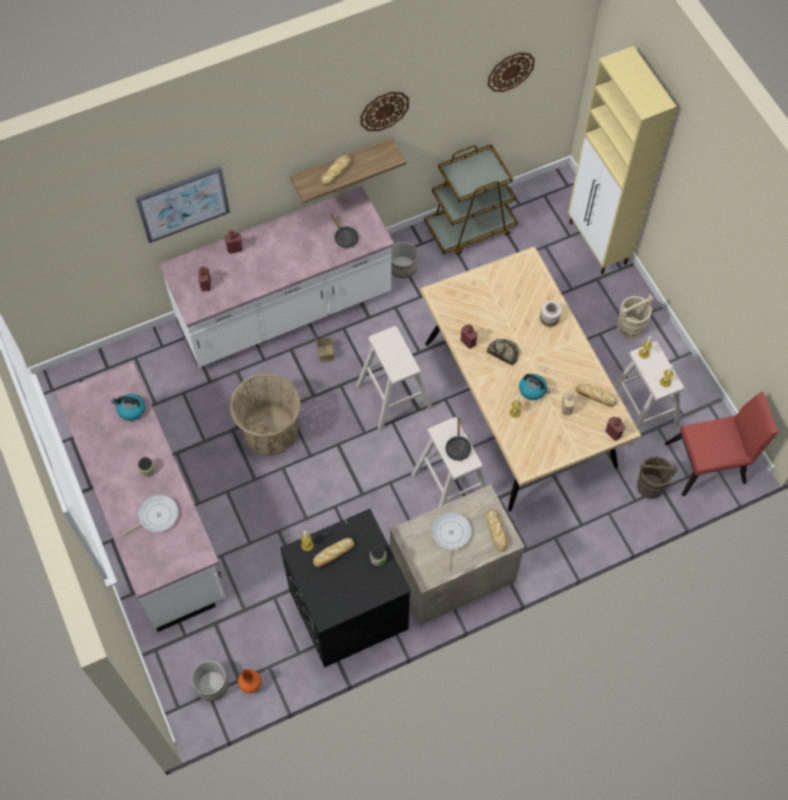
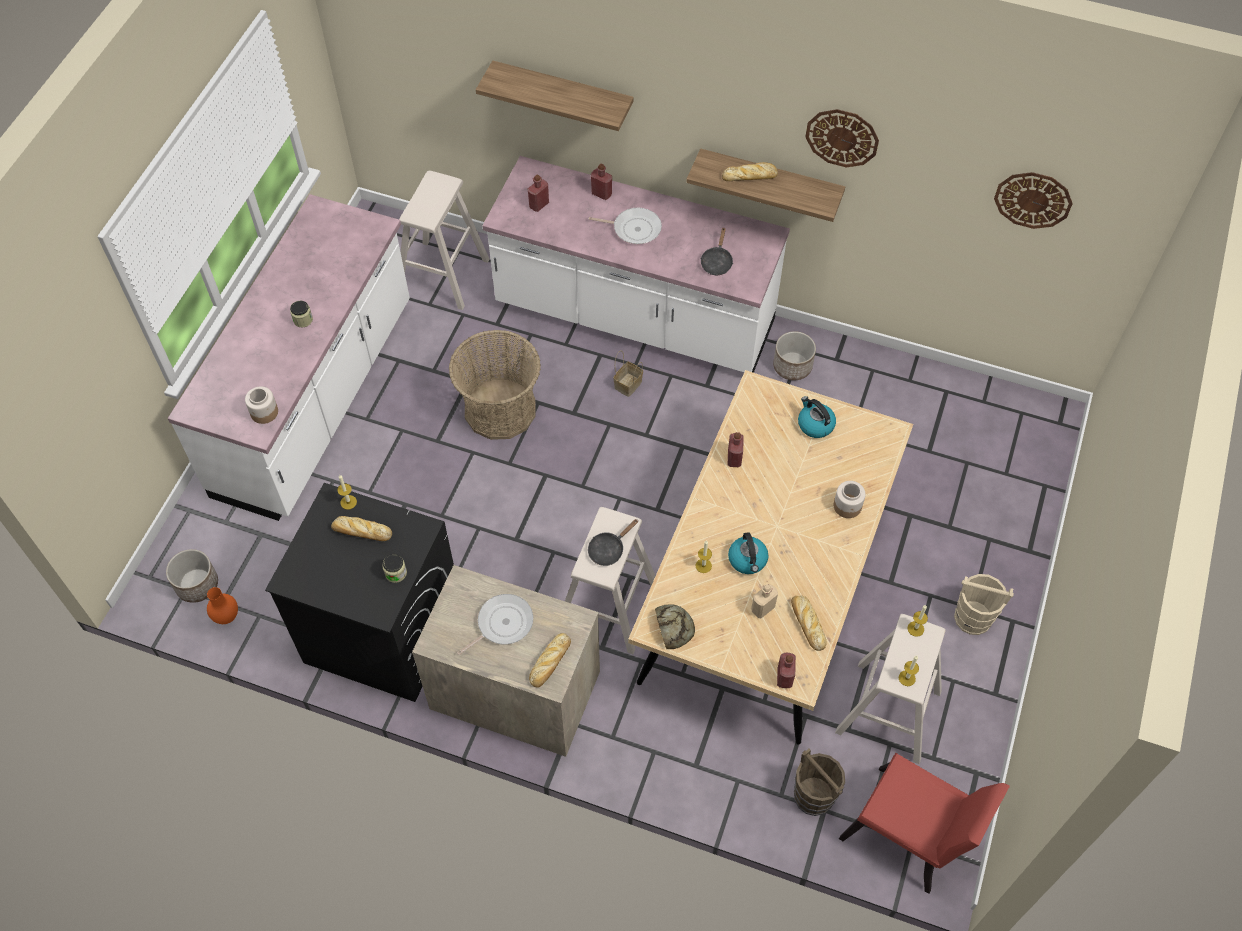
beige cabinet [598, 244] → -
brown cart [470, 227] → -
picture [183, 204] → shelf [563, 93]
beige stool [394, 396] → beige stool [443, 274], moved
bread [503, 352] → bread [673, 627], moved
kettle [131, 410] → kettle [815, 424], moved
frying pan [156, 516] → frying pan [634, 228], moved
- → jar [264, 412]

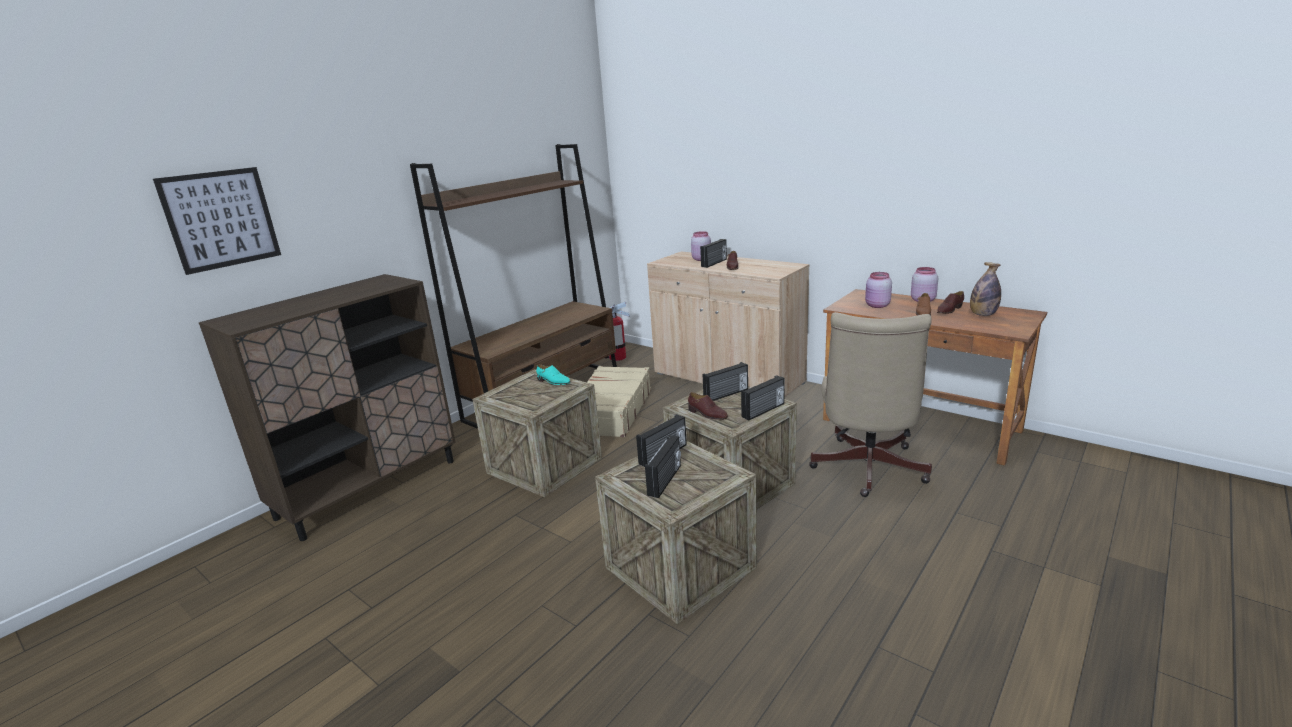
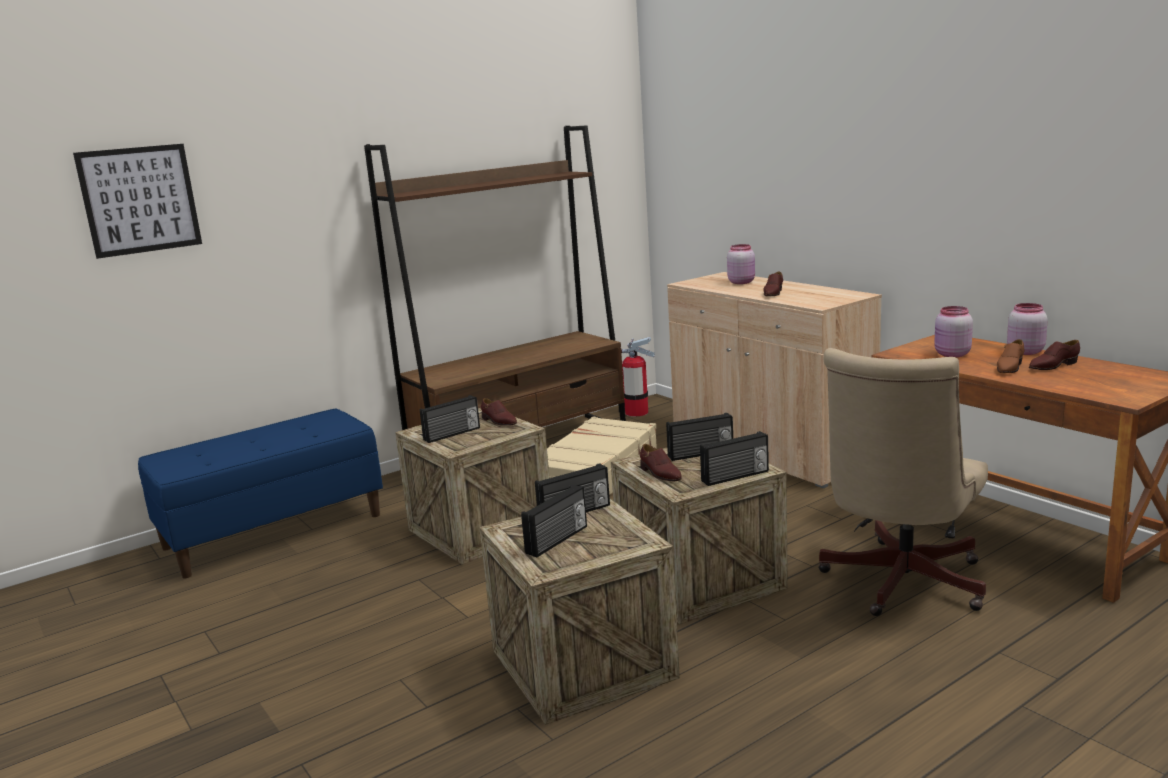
radio [714, 263] → radio [452, 434], moved
bottle [982, 314] → -
brown cabinet [369, 488] → blue bench [274, 531]
turquoise shoe [553, 381] → brown shoe [498, 421]

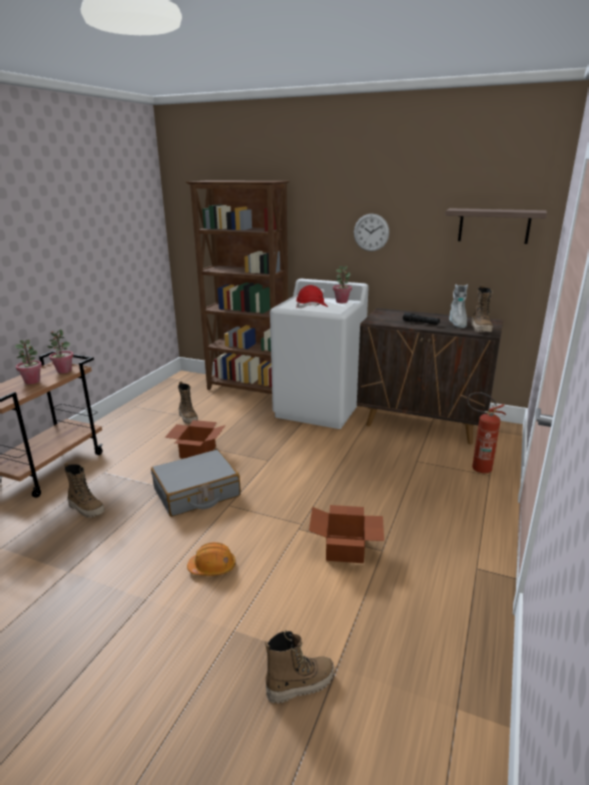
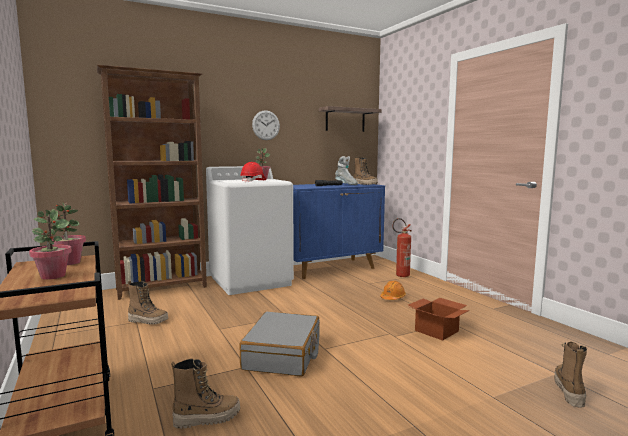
brown cabinet [422, 423] → blue cabinet [331, 268]
cardboard box [197, 451] → -
orange hard hat [212, 567] → orange hard hat [392, 298], moved

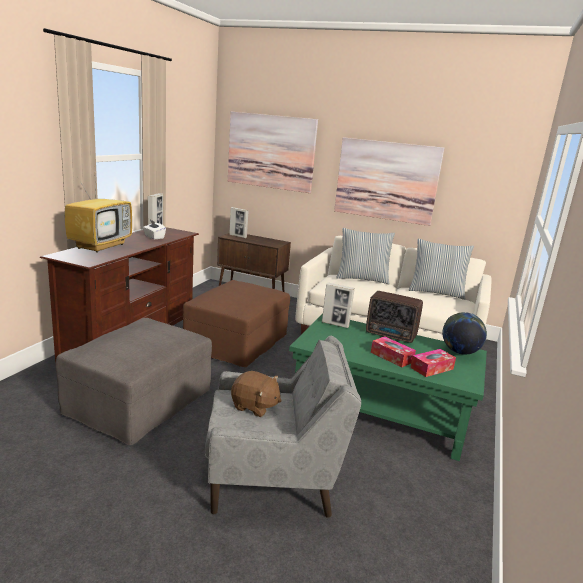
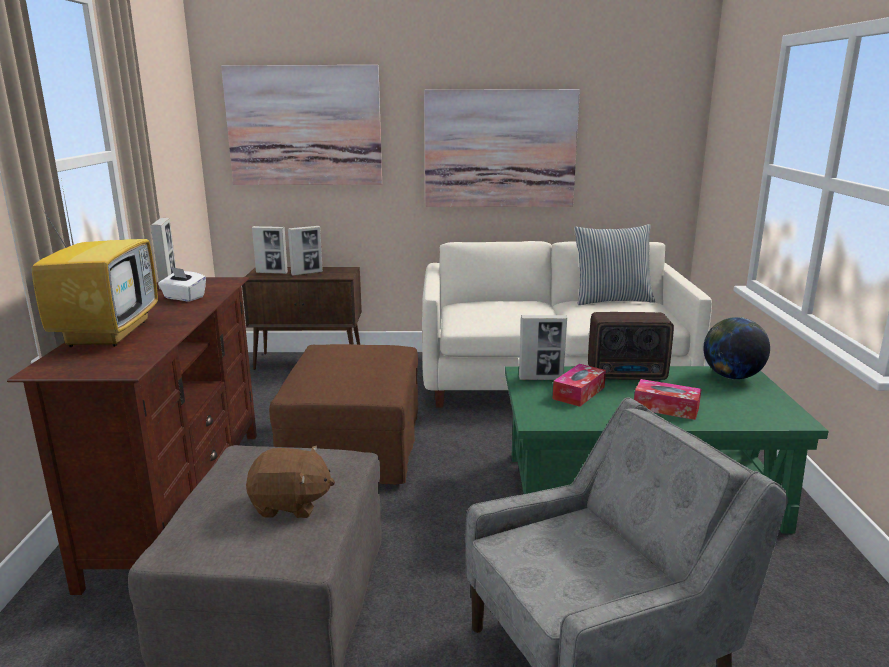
pillow [362, 279] → -
tissue box [431, 368] → tissue box [579, 393], moved
brown plush toy [254, 406] → brown plush toy [290, 504], moved
- → picture frame [307, 273]

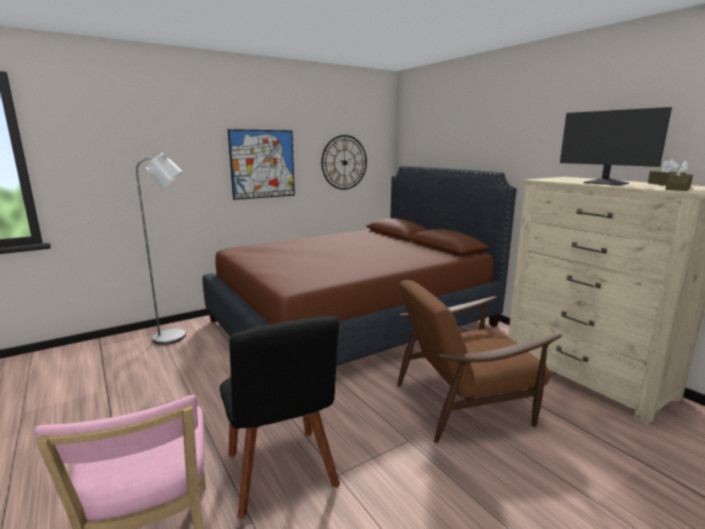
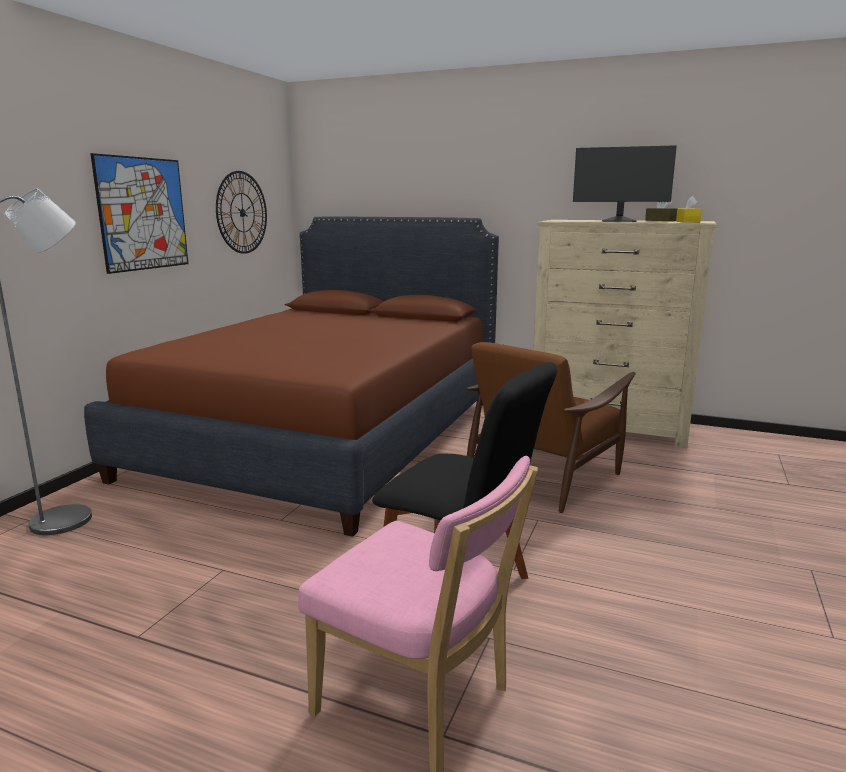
brown tissue box [677, 189] → yellow tissue box [687, 222]

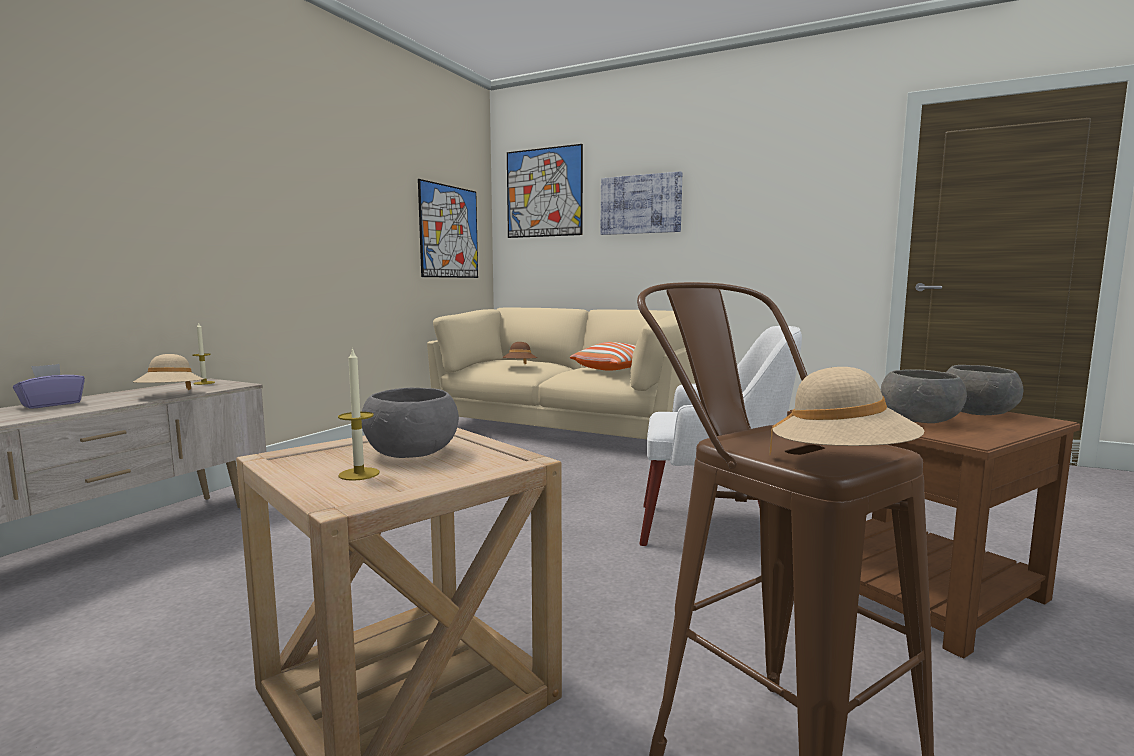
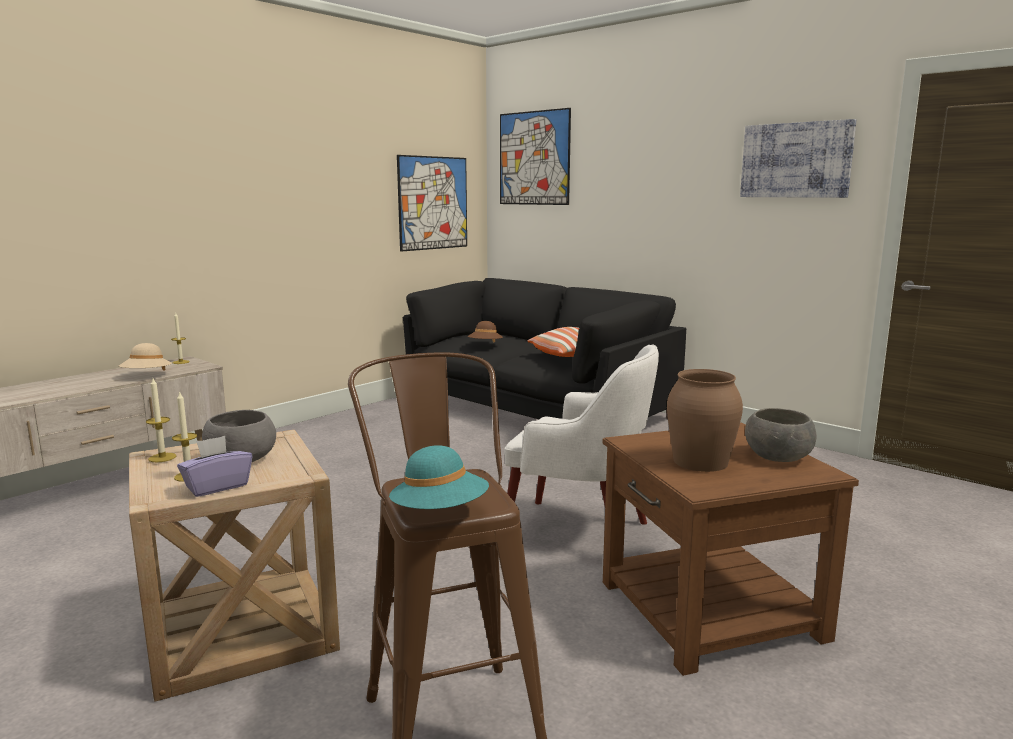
picture [640, 204] → picture [796, 160], moved
beige sofa [569, 428] → black sofa [537, 409]
purple tissue box [51, 404] → purple tissue box [217, 486], moved
beige hat [842, 462] → turquoise hat [440, 513]
grey bowl [919, 420] → brown vase [699, 461]
- → candle [162, 457]

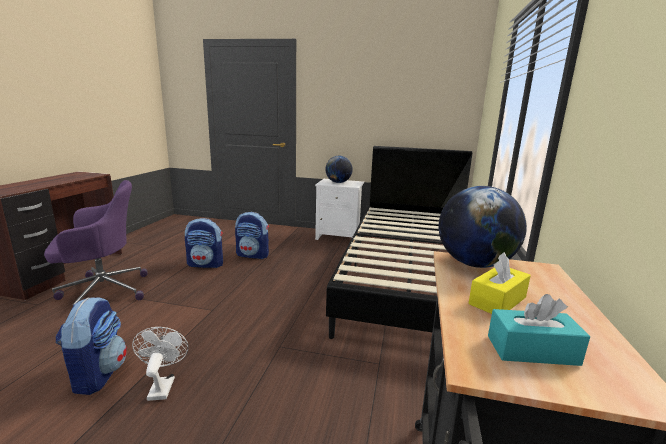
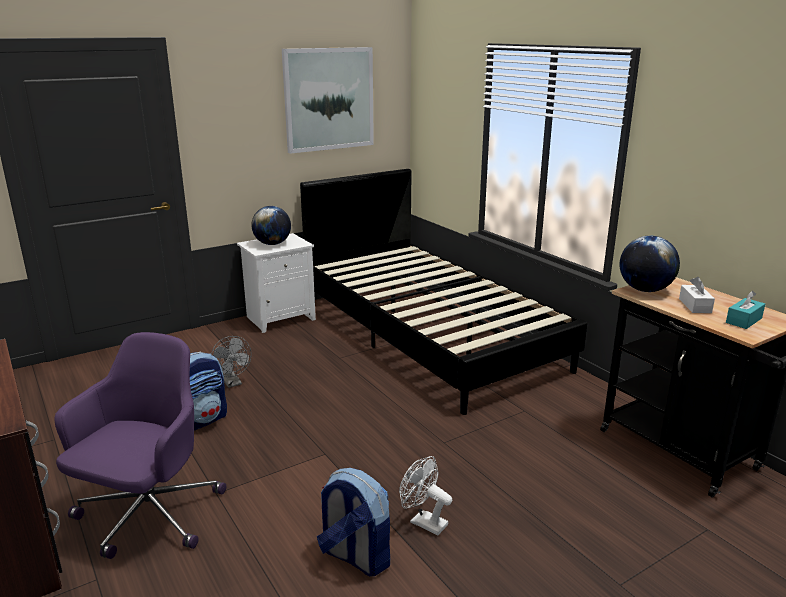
backpack [253, 255] → grey fan [233, 383]
yellow tissue box [497, 301] → white tissue box [695, 306]
- → picture [329, 99]

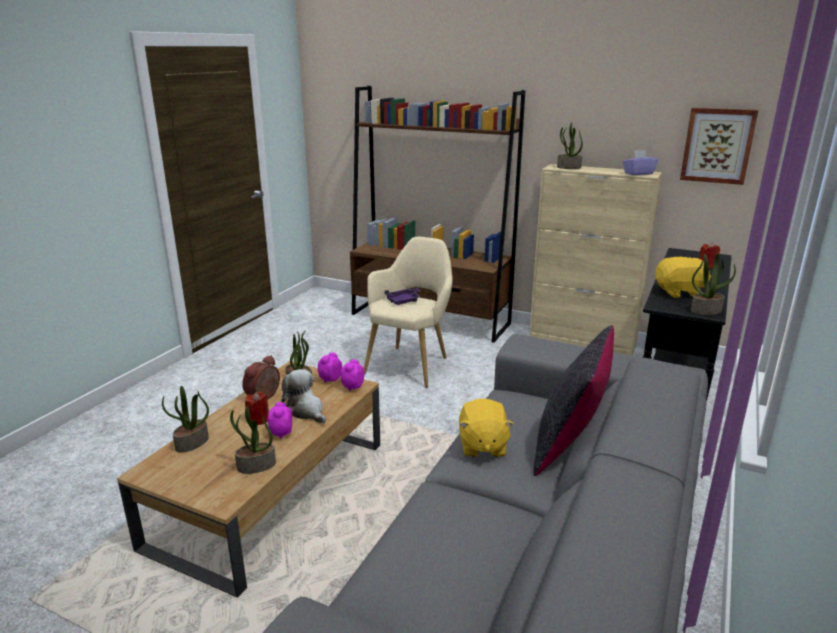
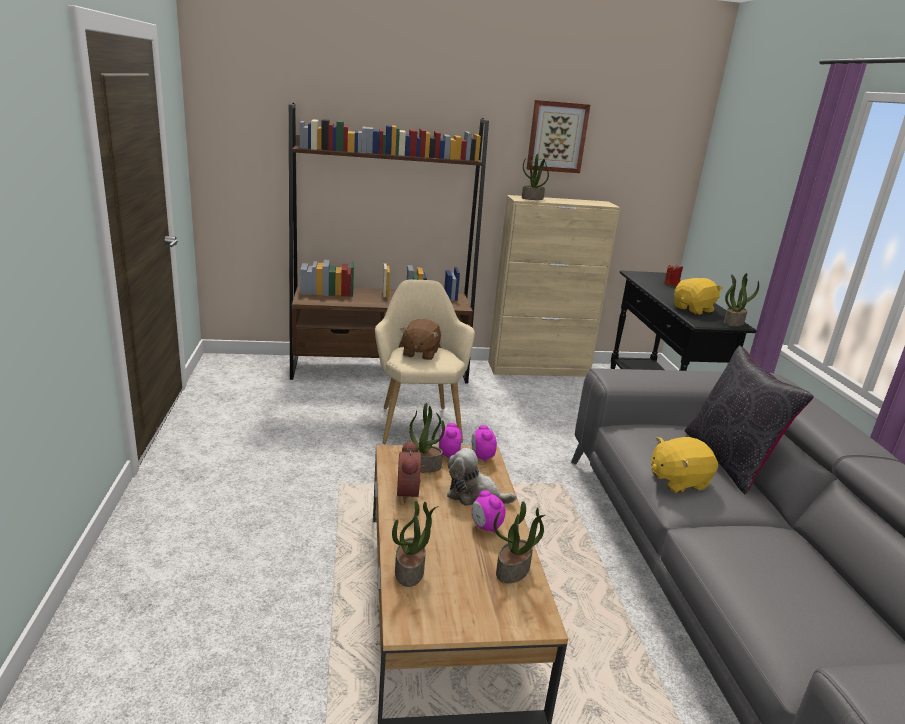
picture [717, 145] → picture [557, 137], moved
purple tissue box [638, 173] → -
purple tray [404, 301] → brown plush toy [420, 353]
red candle [258, 419] → -
yellow plush toy [482, 446] → yellow plush toy [677, 481], 105 degrees clockwise

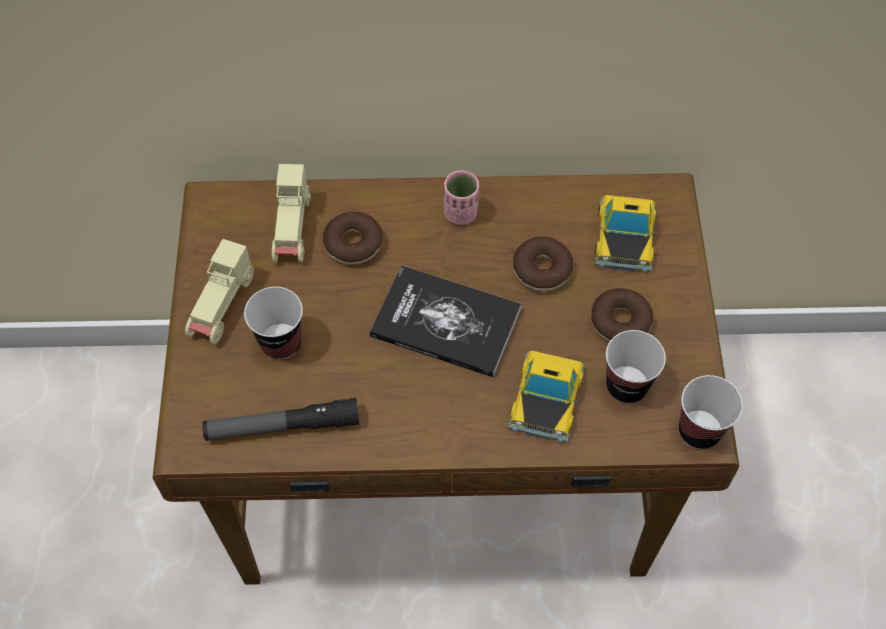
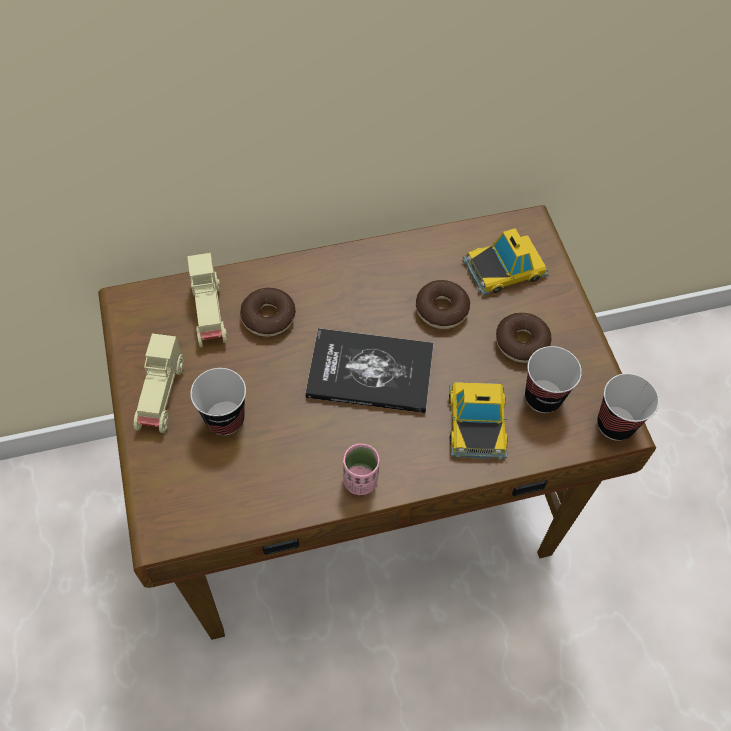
pink cup [460, 213] → pink cup [360, 480], moved
toy car [624, 236] → toy car [504, 268], 75 degrees clockwise
flashlight [282, 426] → -

